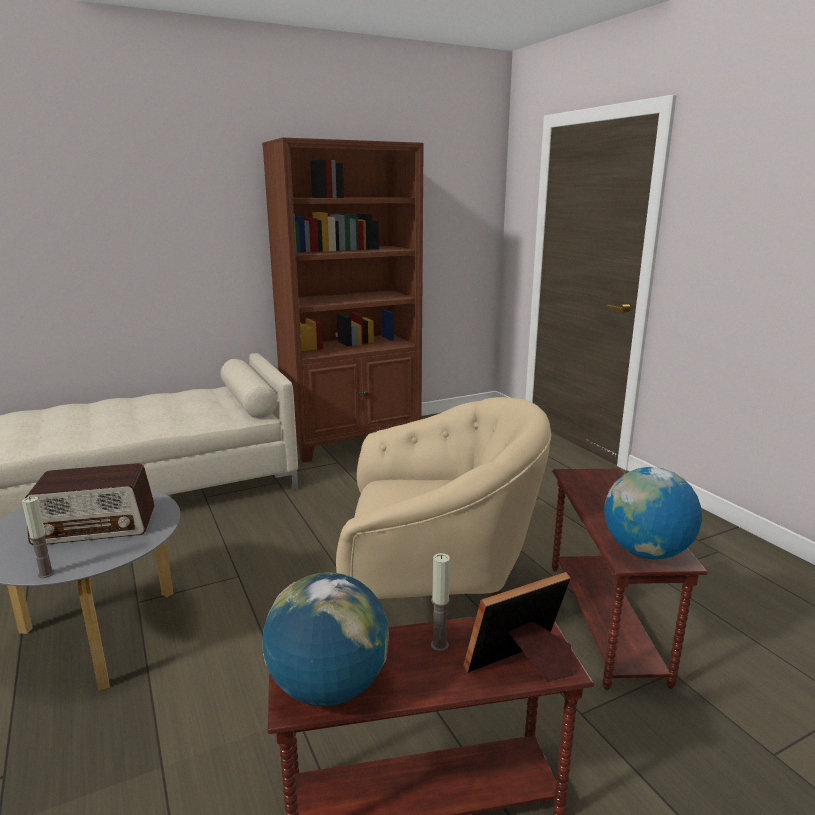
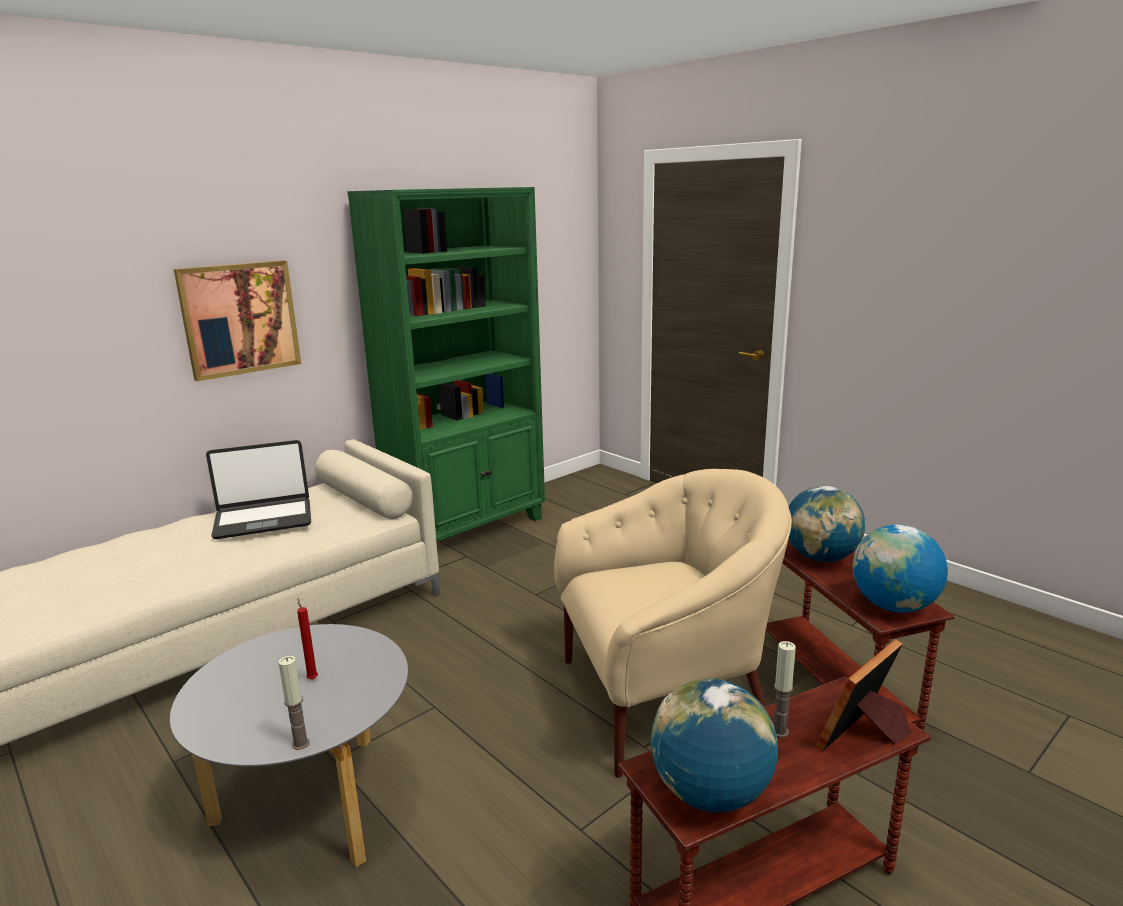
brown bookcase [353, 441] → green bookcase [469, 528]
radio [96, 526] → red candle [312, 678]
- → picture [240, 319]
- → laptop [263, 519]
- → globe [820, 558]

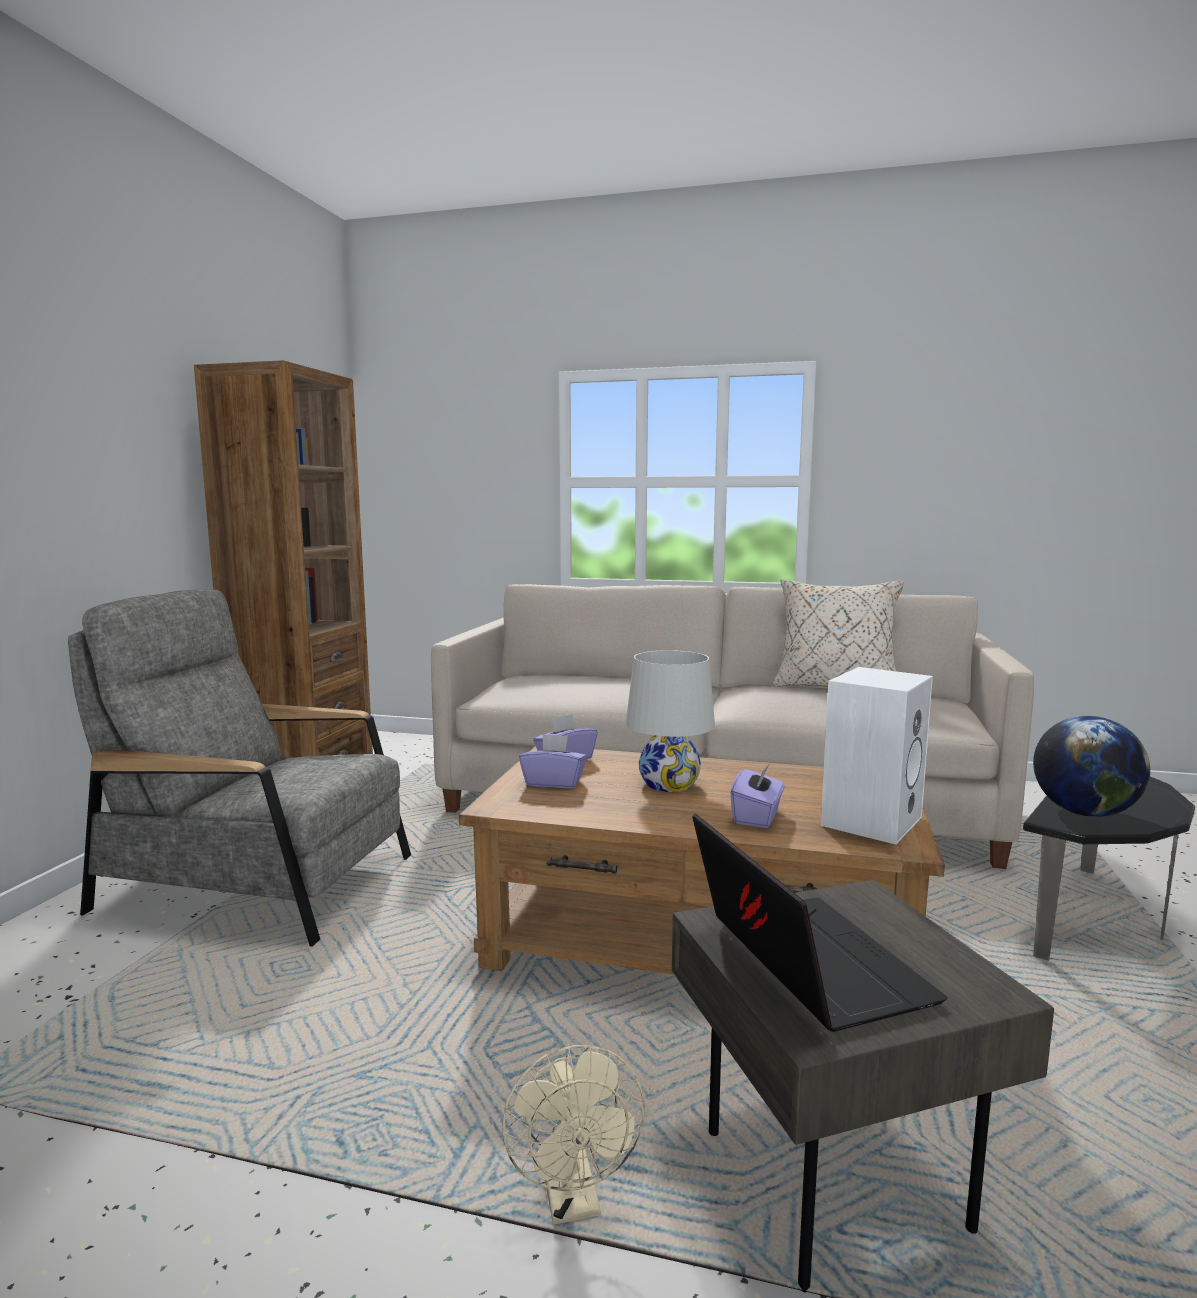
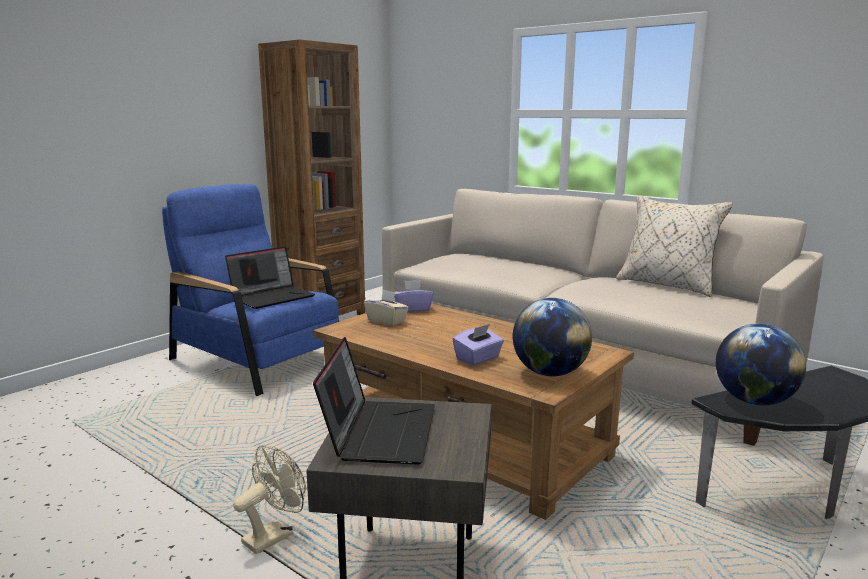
grey armchair [260, 883] → blue armchair [259, 360]
white table lamp [669, 784] → -
white speaker [870, 820] → globe [549, 373]
purple tissue box [554, 782] → beige tissue box [387, 321]
beige fan [573, 1200] → beige fan [274, 535], 150 degrees counterclockwise
- → laptop [272, 297]

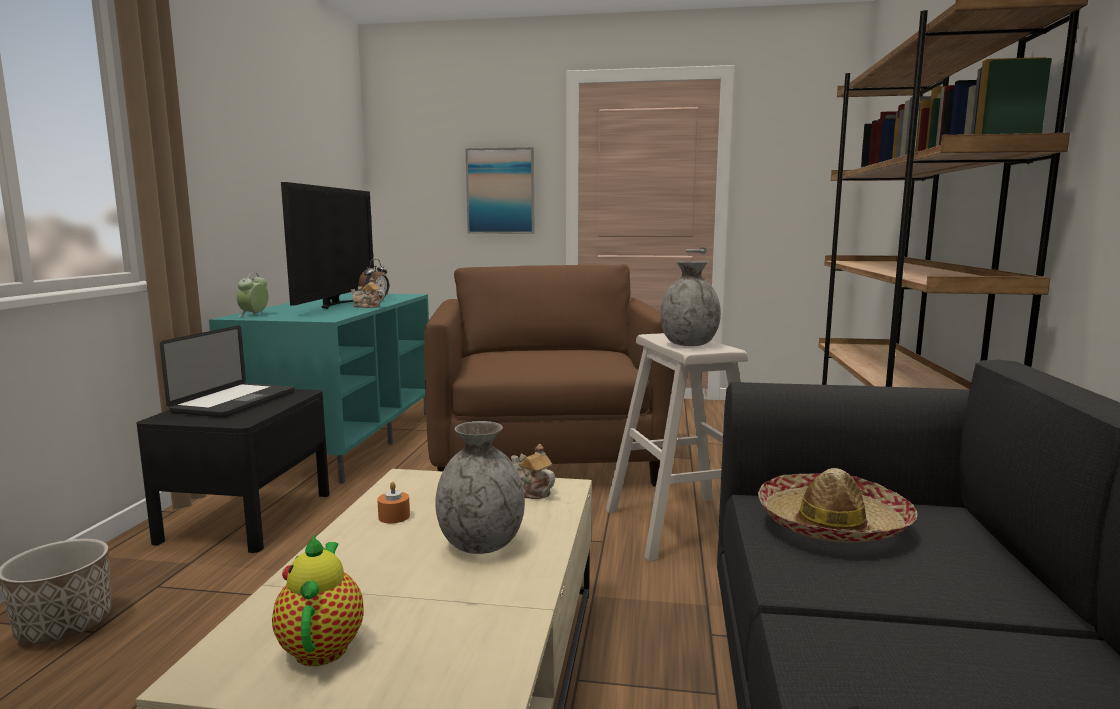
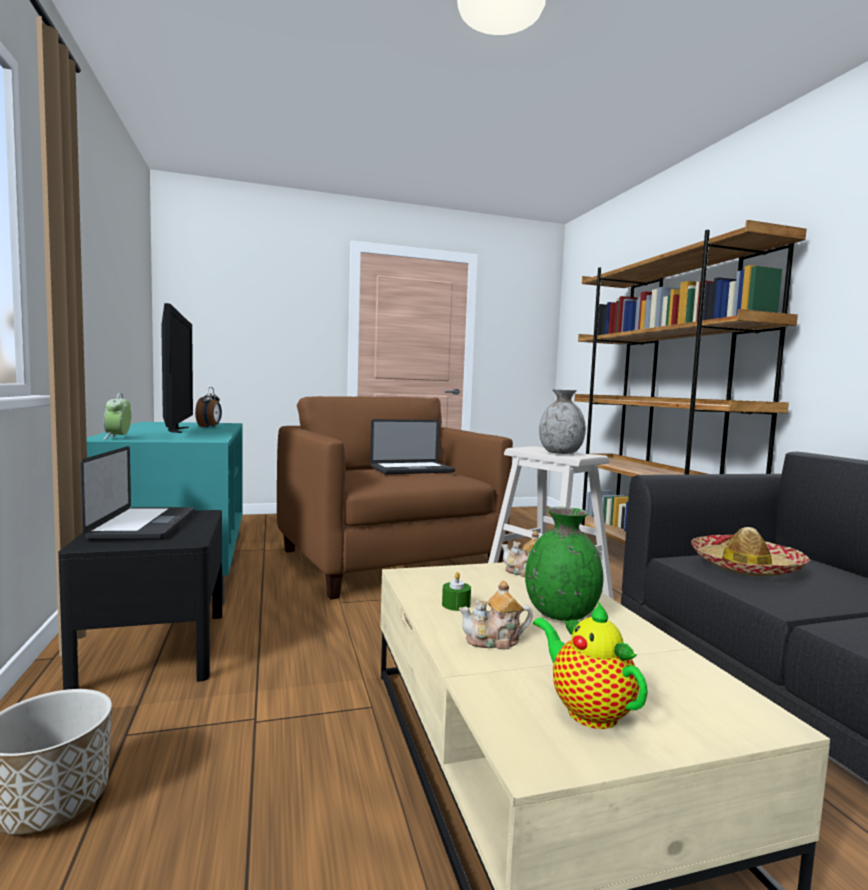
picture [500, 191] → -
teapot [367, 307] → teapot [494, 641], moved
grey vase [480, 544] → green vase [560, 614]
orange candle [394, 516] → green candle [456, 605]
- → laptop [412, 470]

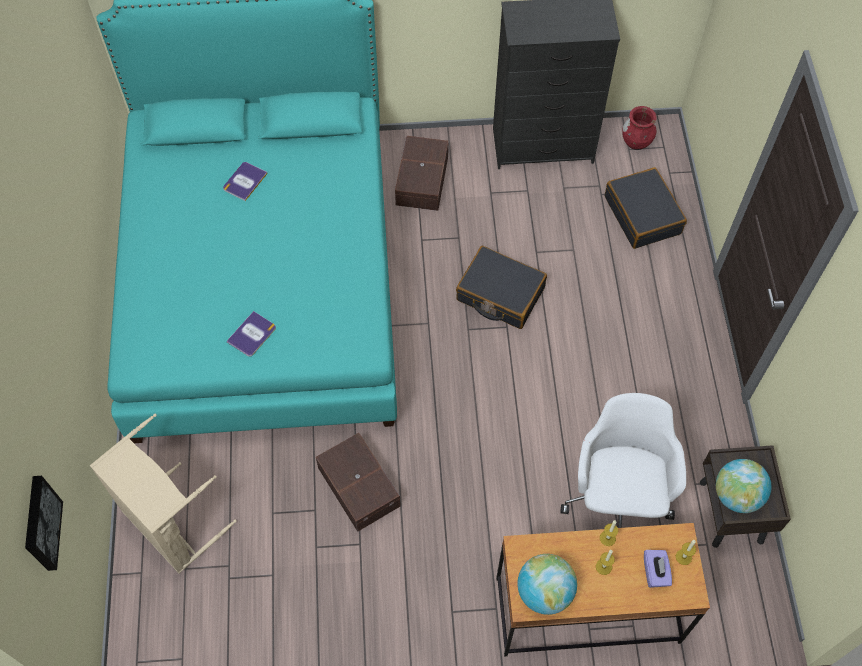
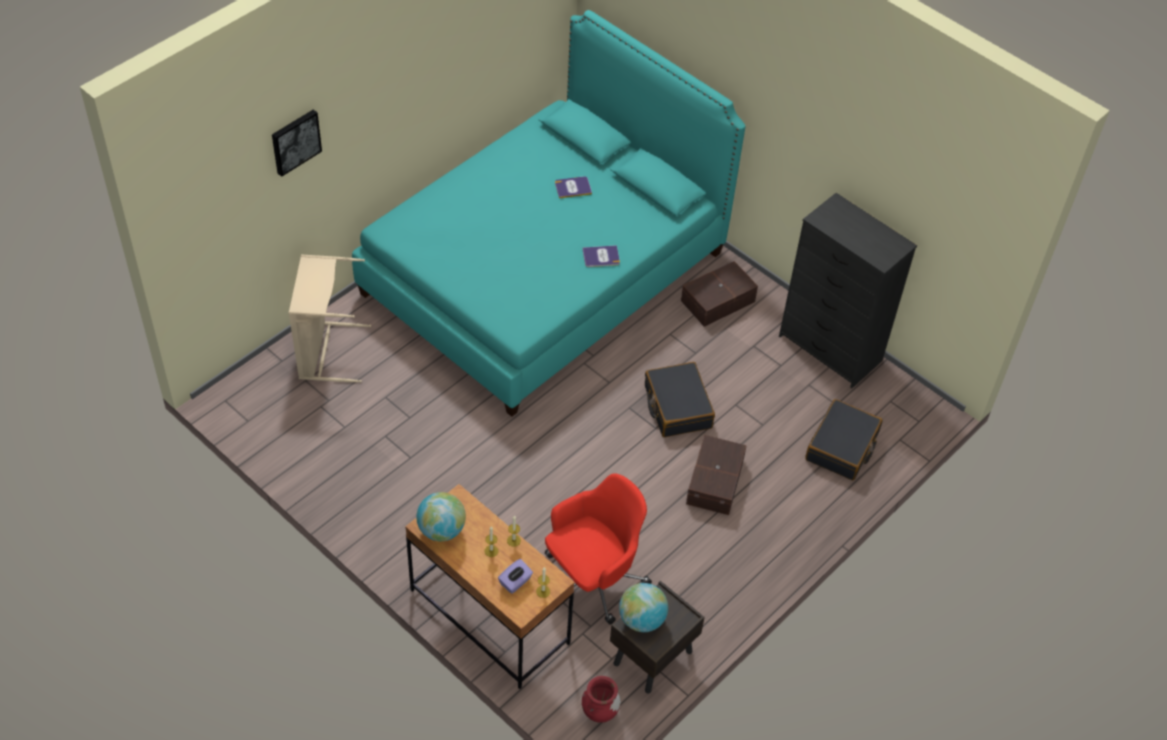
red vase [636, 142] → red vase [600, 712], moved
book [252, 334] → book [601, 257], moved
white office chair [617, 496] → red office chair [593, 579]
brown storage box [359, 485] → brown storage box [716, 481], moved
picture [40, 524] → picture [295, 141], moved

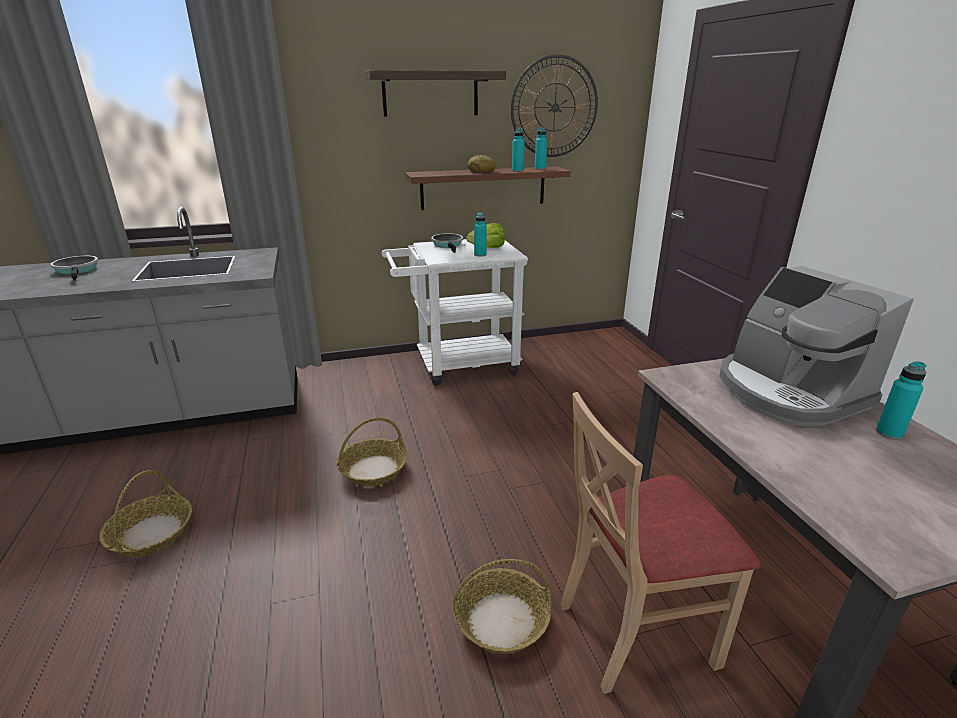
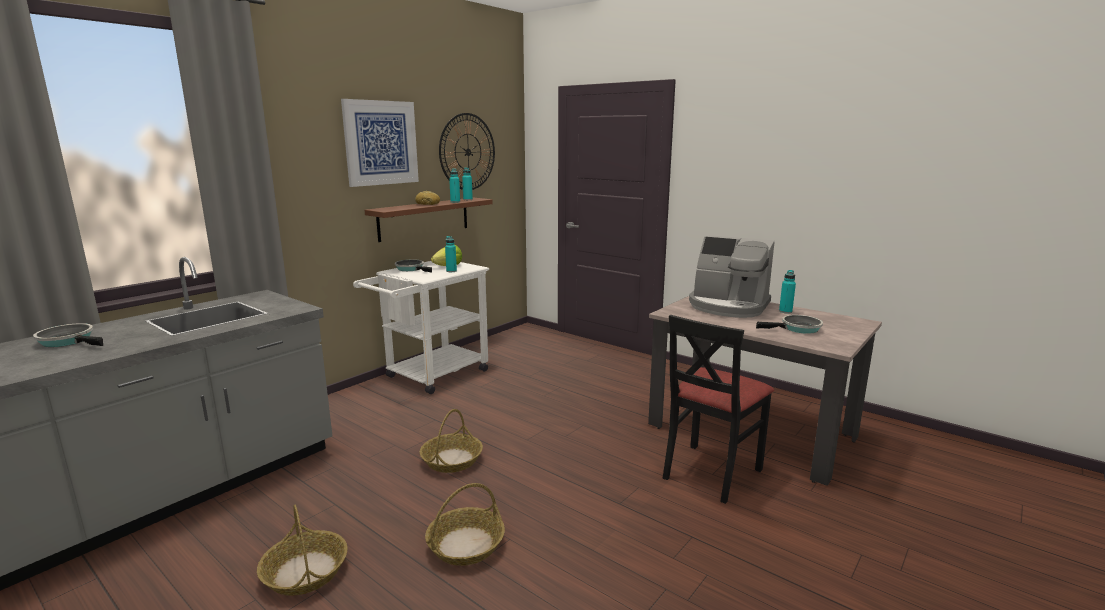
shelf [430, 94] → picture [381, 143]
beige chair [635, 630] → black chair [710, 472]
basket [501, 620] → basket [465, 545], moved
- → frying pan [797, 328]

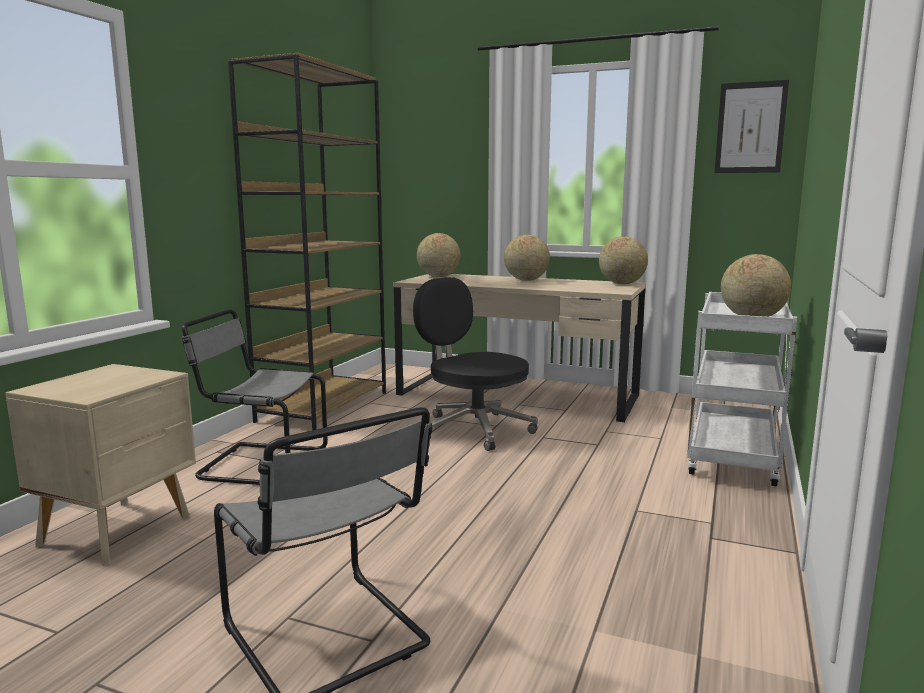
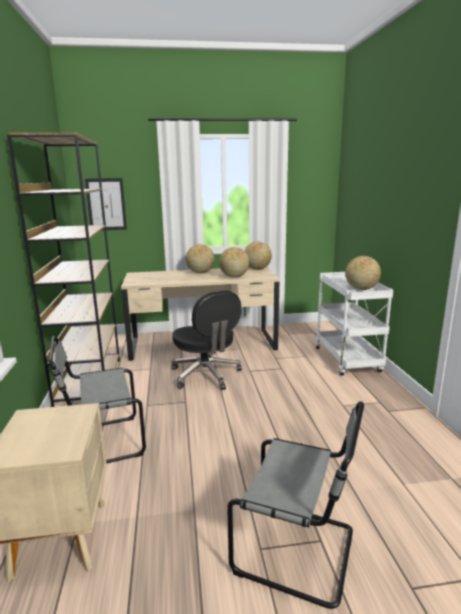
picture [750, 127] → picture [106, 204], moved
globe [438, 277] → globe [234, 277], moved
black office chair [473, 429] → black office chair [206, 375], 135 degrees counterclockwise

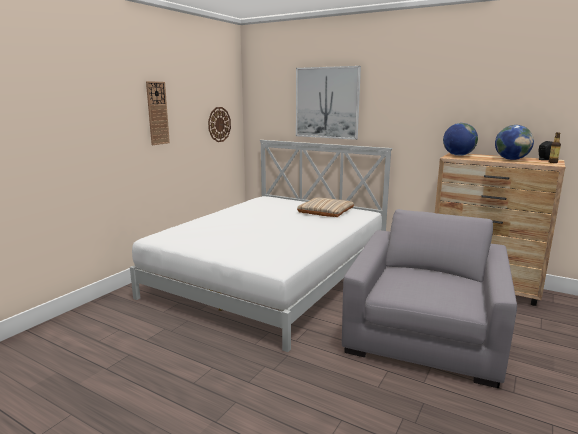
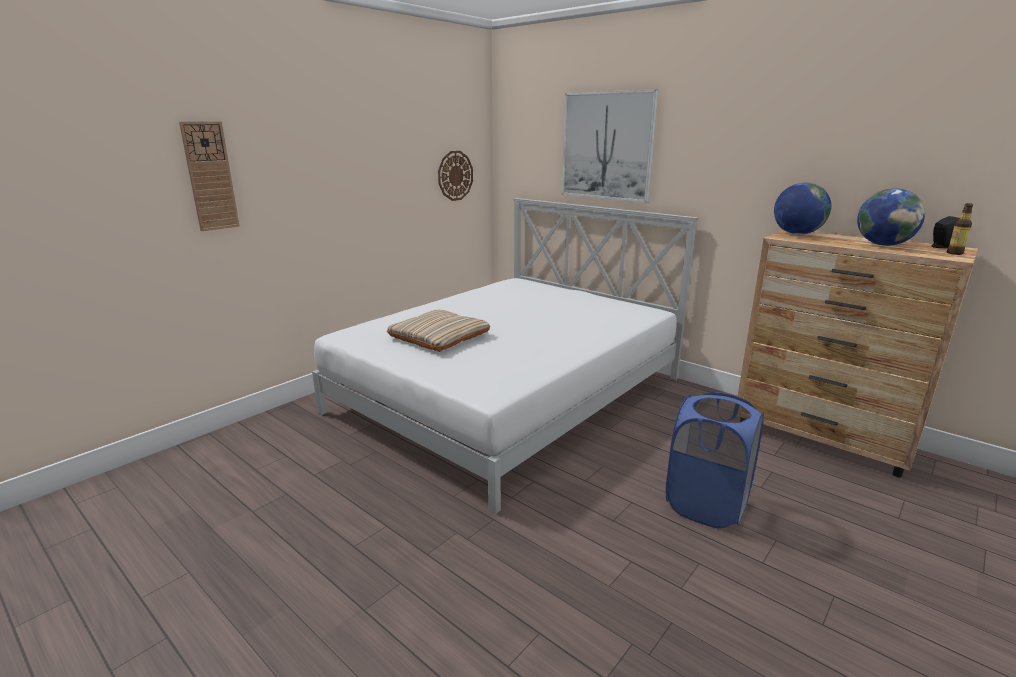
wall clock [157, 113] → wall clock [210, 176], moved
beige pillow [325, 211] → beige pillow [439, 336], moved
grey armchair [425, 332] → blue laundry basket [706, 505]

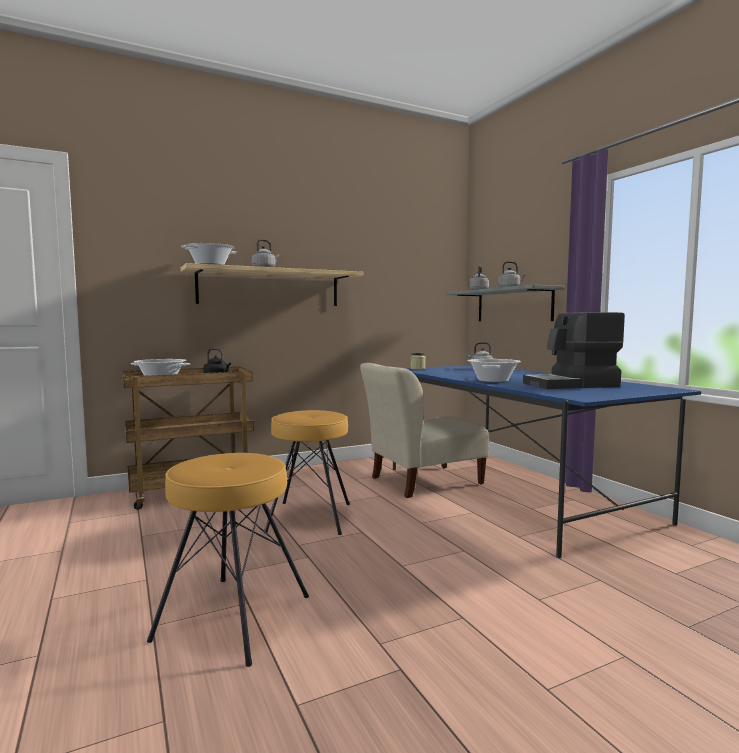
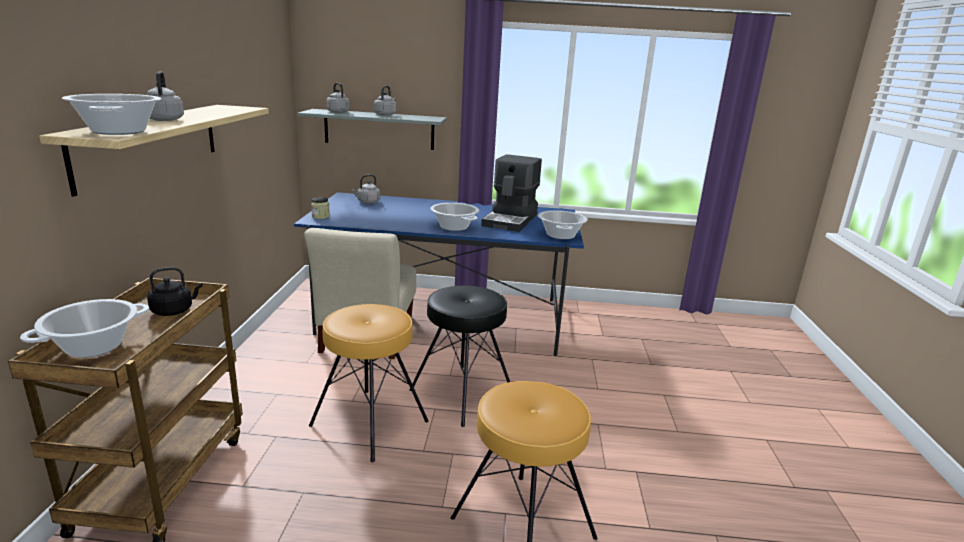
- → cooking pot [560, 235]
- → black stool [462, 393]

